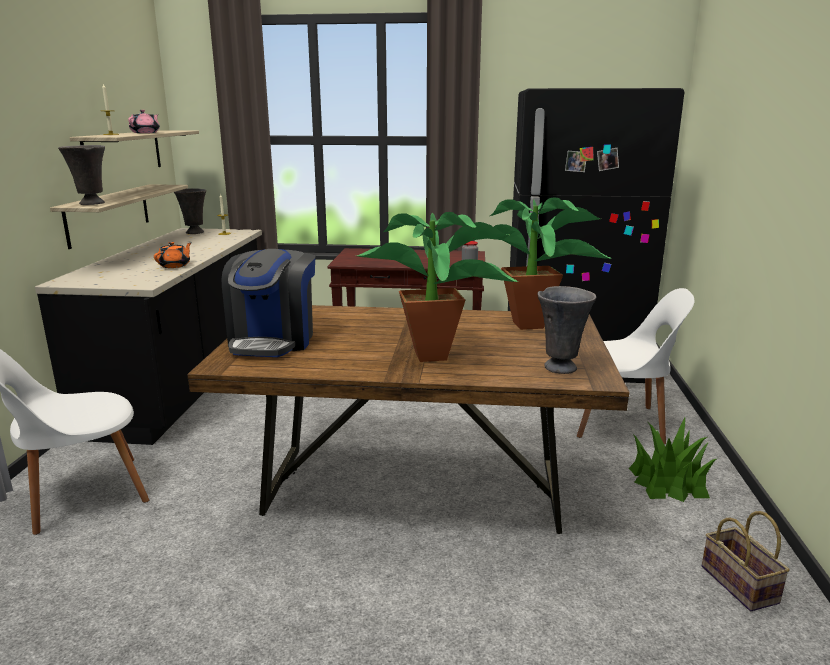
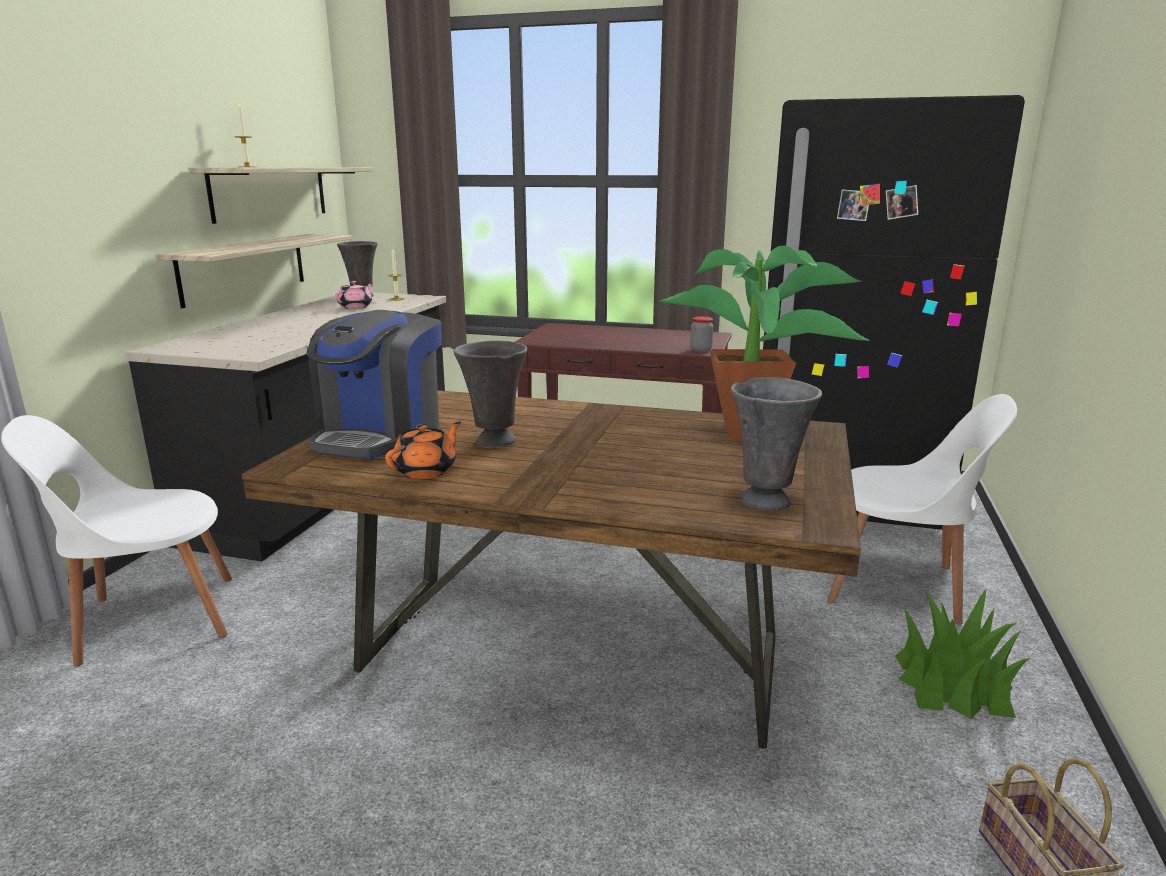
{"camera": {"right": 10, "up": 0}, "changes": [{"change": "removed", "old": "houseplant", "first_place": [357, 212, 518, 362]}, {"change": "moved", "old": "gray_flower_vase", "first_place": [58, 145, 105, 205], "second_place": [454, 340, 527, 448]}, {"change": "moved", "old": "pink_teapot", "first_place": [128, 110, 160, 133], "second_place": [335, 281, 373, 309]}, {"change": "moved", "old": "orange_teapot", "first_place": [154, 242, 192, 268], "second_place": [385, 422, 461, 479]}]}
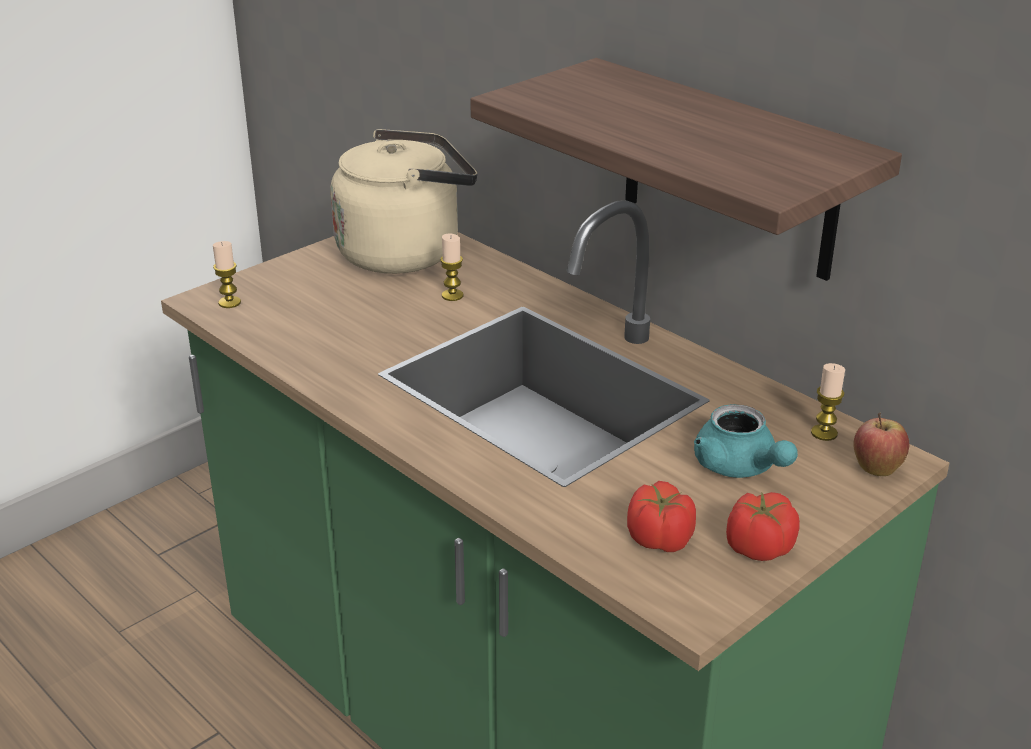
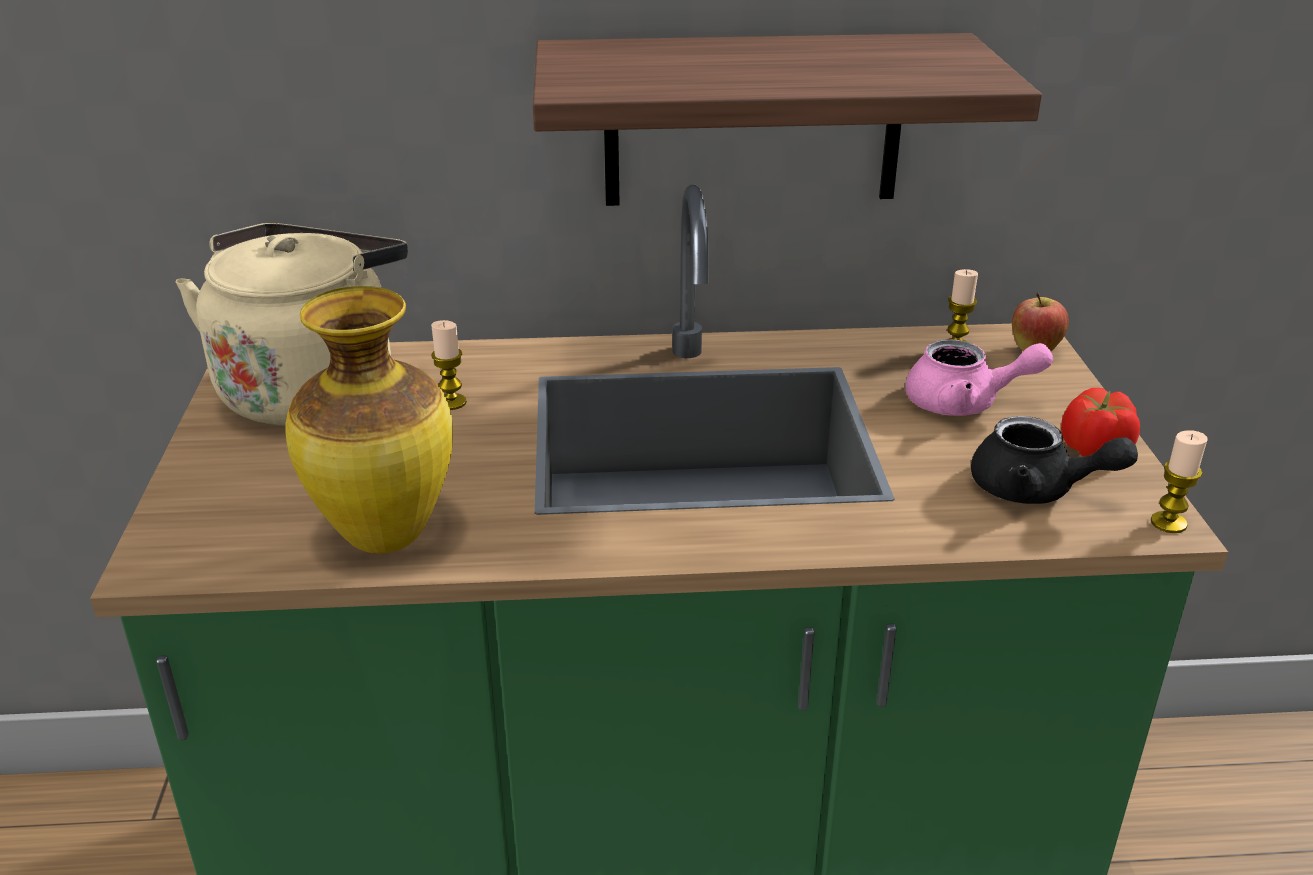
{"camera": {"right": -50, "up": 0}, "changes": [{"change": "added", "new": "flower_vase", "second_place": [285, 286, 453, 554]}, {"change": "moved", "old": "wax_candle", "first_place": [213, 241, 241, 308], "second_place": [1151, 430, 1208, 533]}, {"change": "replaced", "old": "whole_tomato", "new": "blackish_teapot", "first_place": [627, 481, 696, 552], "second_place": [971, 416, 1138, 504]}, {"change": "recoloured", "old": "turquoise_teapot", "new": "pink_teapot", "first_place": [694, 404, 798, 478], "second_place": [905, 339, 1053, 416]}]}
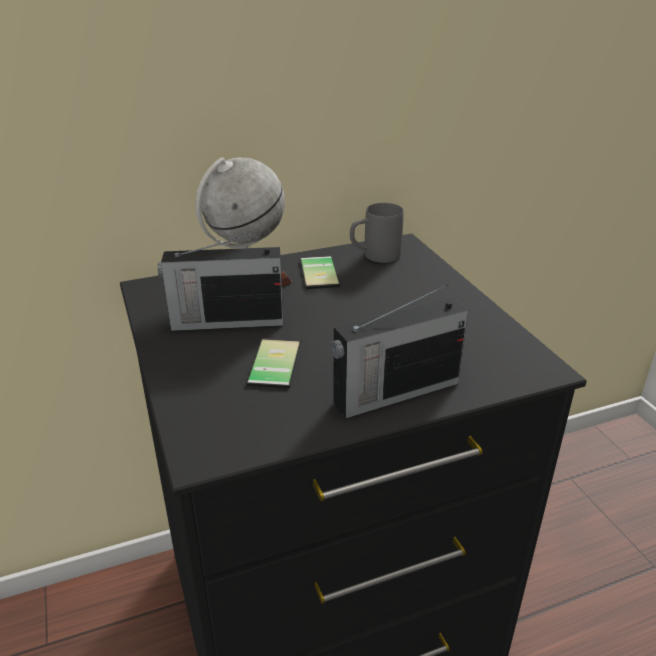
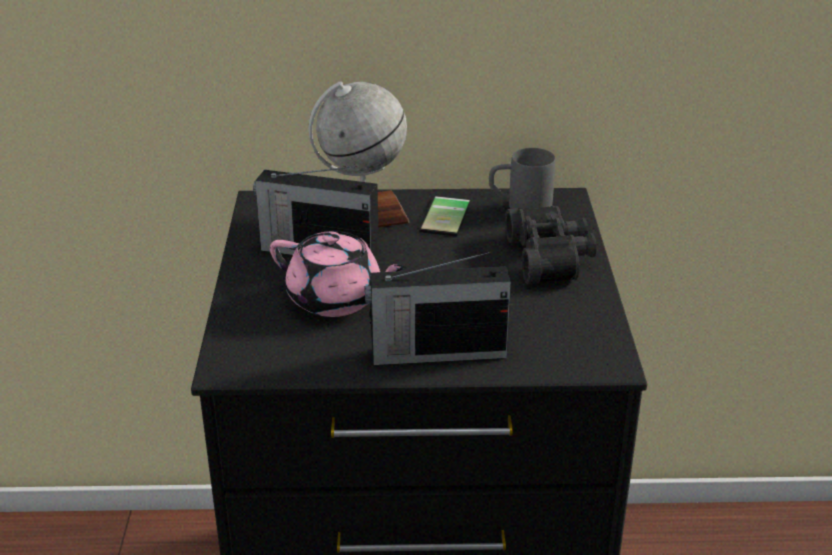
{"camera": {"right": 20, "up": 0}, "changes": [{"change": "added", "new": "blackish_binoculars", "second_place": [505, 206, 596, 284]}, {"change": "replaced", "old": "telephone", "new": "pink_teapot", "first_place": [246, 338, 301, 389], "second_place": [270, 231, 407, 317]}]}
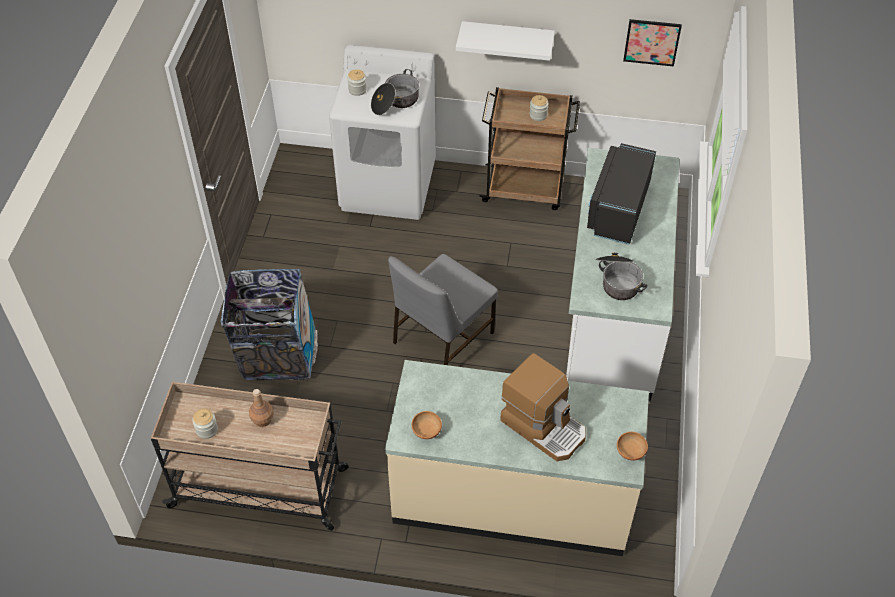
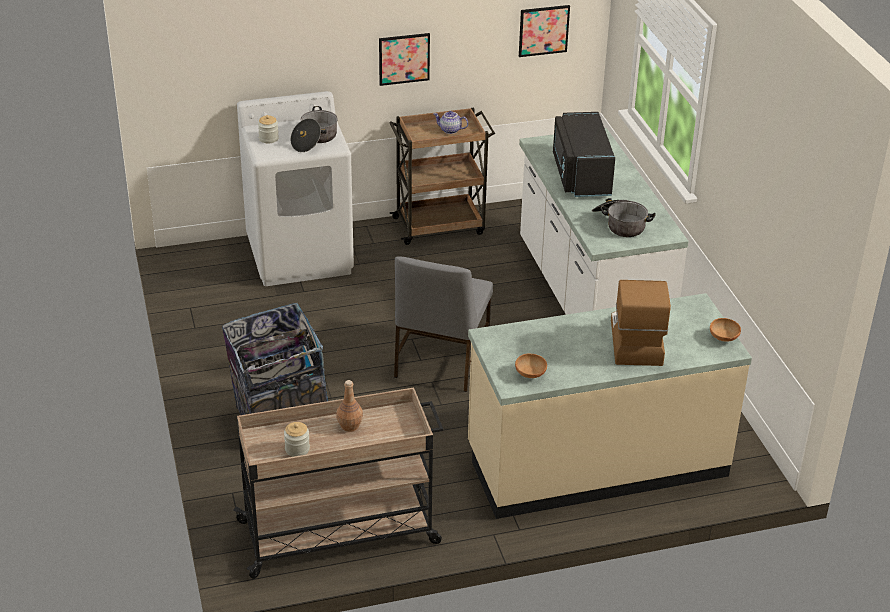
{"camera": {"right": -25, "up": -15}, "changes": [{"change": "replaced", "old": "whitish_shelf", "new": "picture", "first_place": [456, 21, 555, 61], "second_place": [379, 33, 430, 86]}, {"change": "replaced", "old": "preserve_jar", "new": "teapot", "first_place": [530, 95, 549, 121], "second_place": [433, 111, 468, 134]}, {"change": "turned", "old": "coffee_brewer", "first_place": [500, 353, 586, 461], "second_place": [611, 280, 671, 366], "degrees": -105}]}
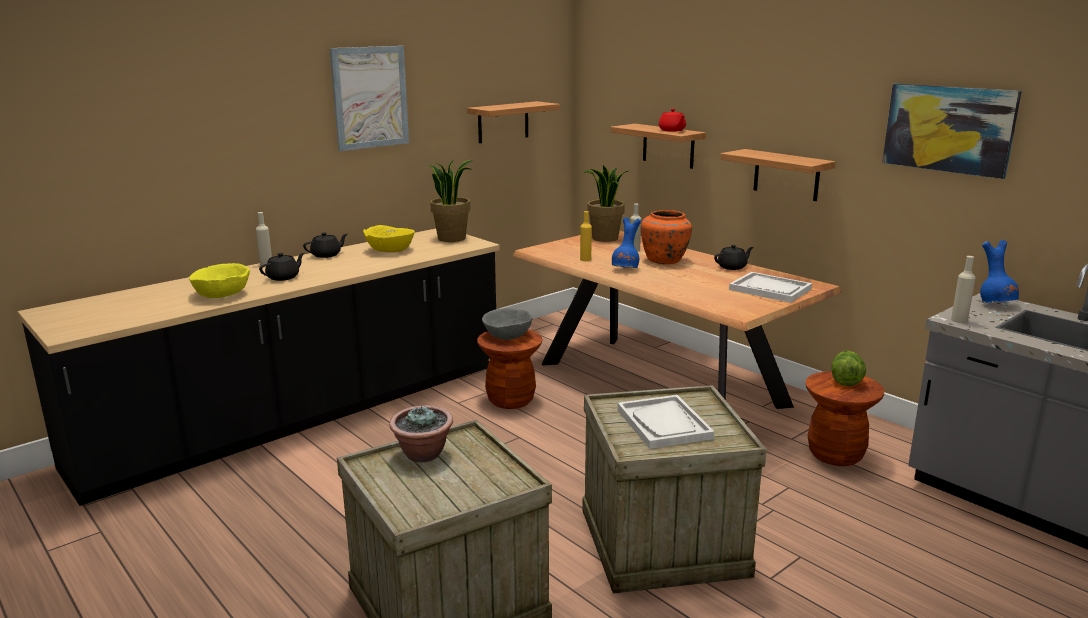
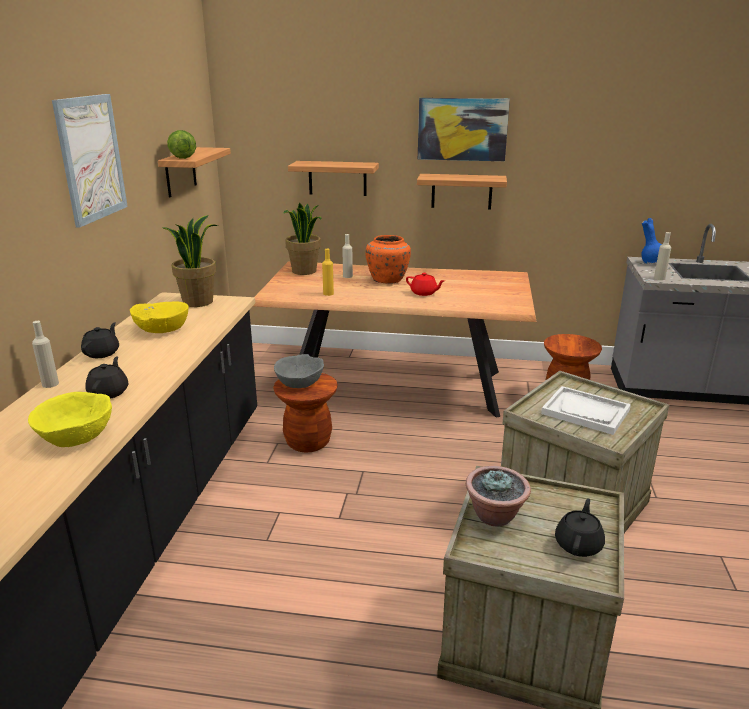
{"camera": {"right": -40, "up": 5}, "changes": [{"change": "removed", "old": "blue_flower_vase", "first_place": [612, 217, 641, 268]}, {"change": "removed", "old": "whitish_tray", "first_place": [729, 272, 812, 303]}, {"change": "moved", "old": "reddish_teapot", "first_place": [658, 109, 686, 132], "second_place": [406, 273, 445, 296]}, {"change": "moved", "old": "blackish_teapot", "first_place": [714, 245, 753, 270], "second_place": [555, 498, 605, 557]}, {"change": "moved", "old": "lettuce_head", "first_place": [831, 351, 866, 386], "second_place": [167, 130, 196, 159]}, {"change": "moved", "old": "picture", "first_place": [882, 83, 1022, 179], "second_place": [418, 98, 510, 161]}]}
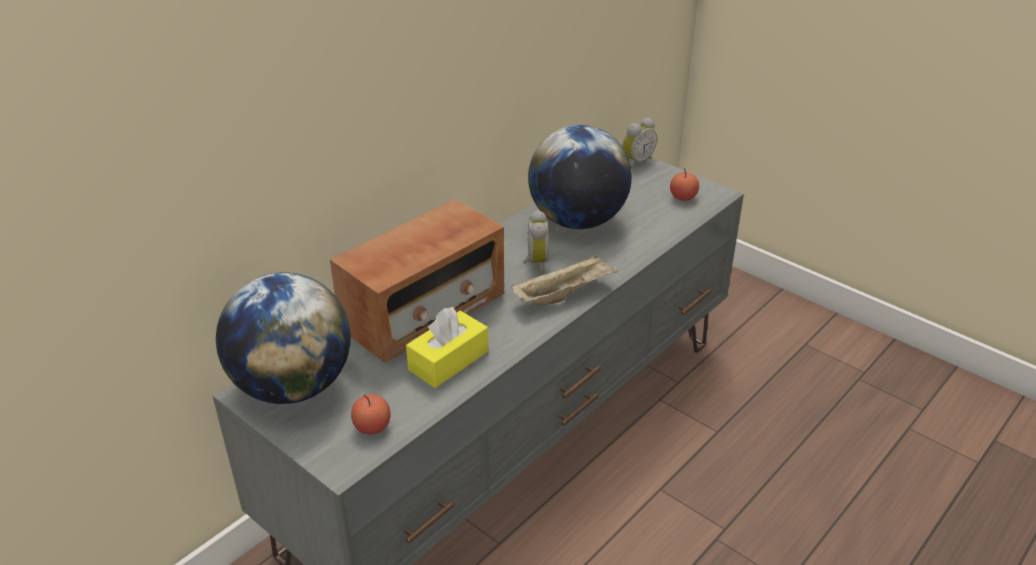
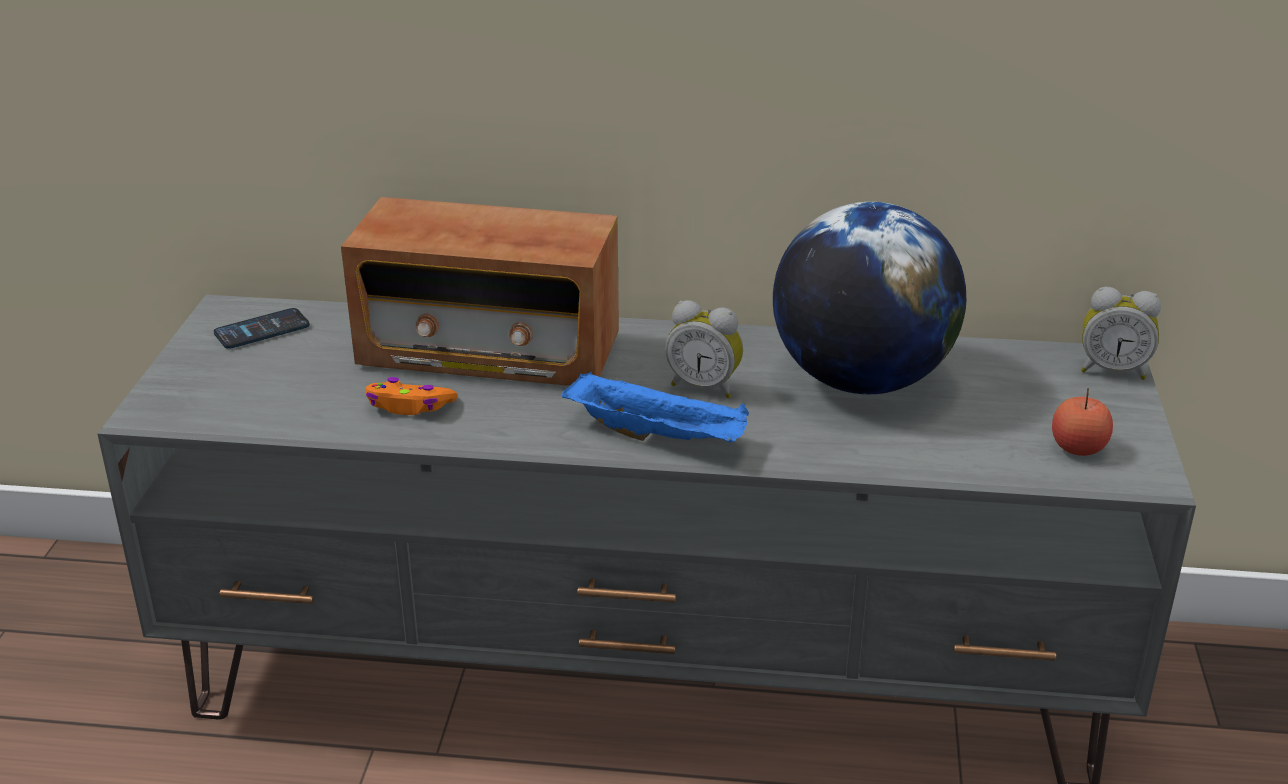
{"camera": {"right": 55, "up": -5}, "changes": [{"change": "removed", "old": "apple_fruit", "first_place": [351, 394, 390, 435]}, {"change": "replaced", "old": "globe", "new": "telephone", "first_place": [216, 272, 351, 404], "second_place": [214, 308, 310, 349]}, {"change": "replaced", "old": "yellowish_box_of_tissues", "new": "orange_joypad", "first_place": [406, 307, 488, 388], "second_place": [366, 377, 458, 415]}, {"change": "recoloured", "old": "beige_tray", "new": "blue_tray", "first_place": [512, 254, 617, 305], "second_place": [562, 371, 749, 442]}, {"change": "turned", "old": "table_clock", "first_place": [523, 210, 549, 273], "second_place": [665, 300, 743, 398], "degrees": 60}]}
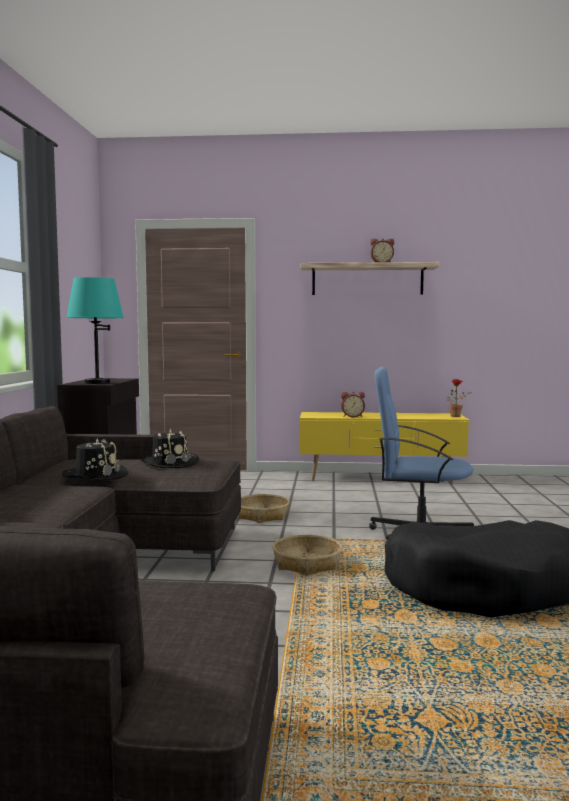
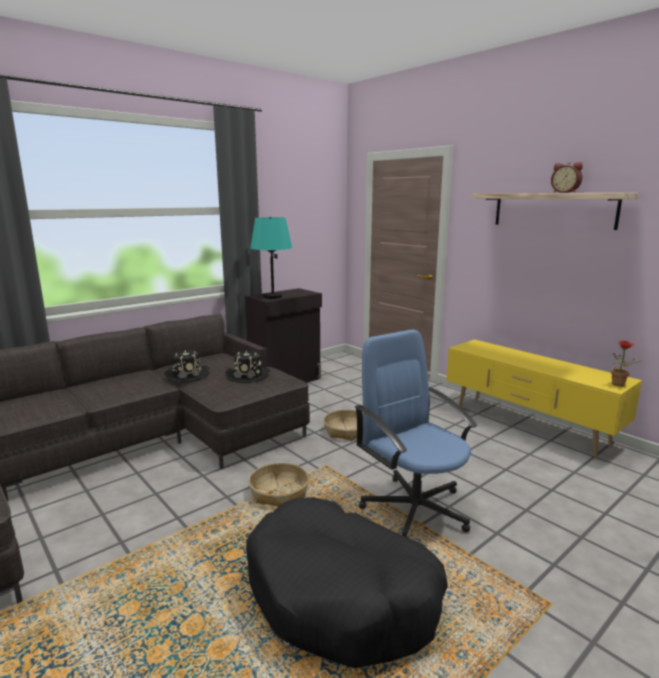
{"camera": {"right": 45, "up": 10}, "changes": [{"change": "removed", "old": "table_clock", "first_place": [341, 392, 365, 417]}]}
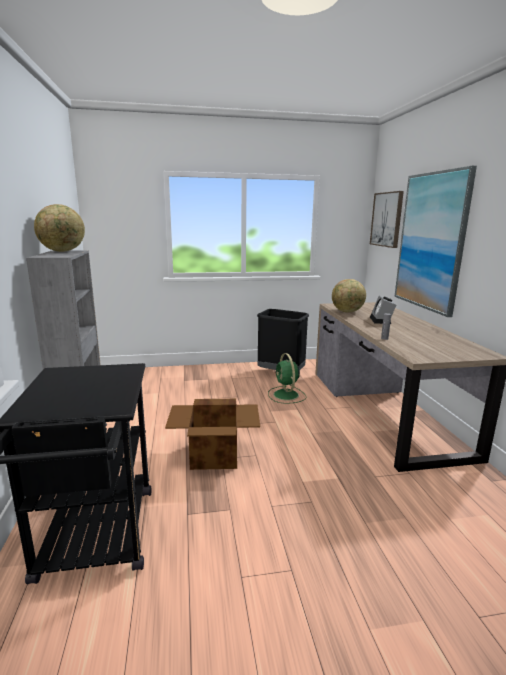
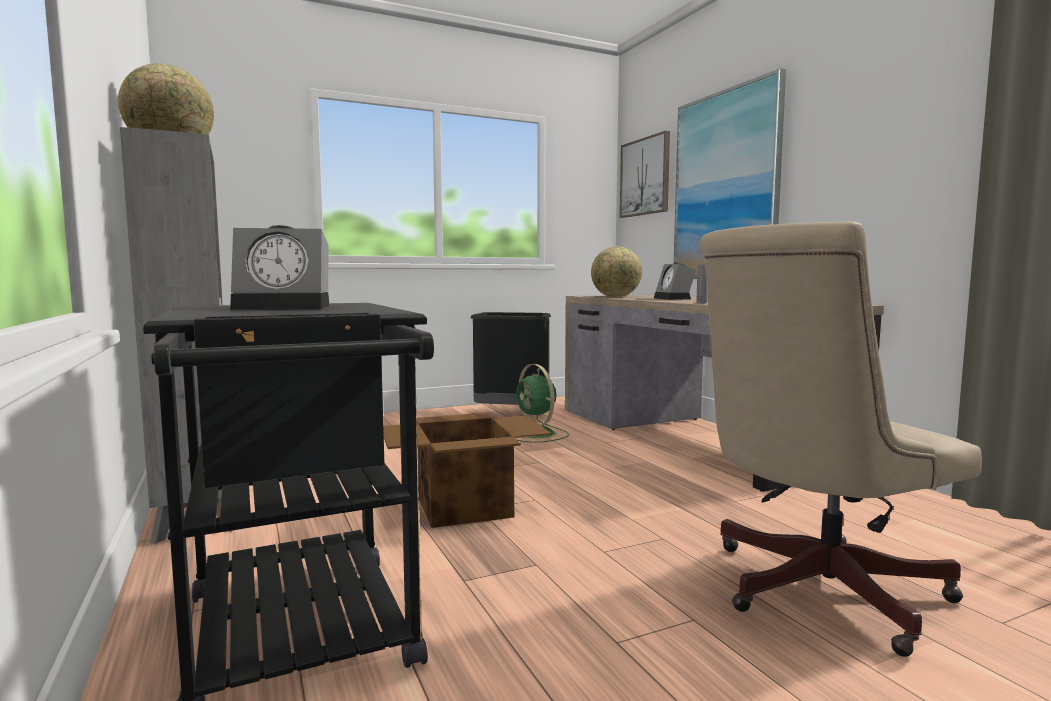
{"camera": {"right": -15, "up": -10}, "changes": [{"change": "added", "new": "table_clock", "second_place": [230, 225, 329, 310]}, {"change": "added", "new": "beige_computer_chair", "second_place": [699, 221, 982, 657]}]}
